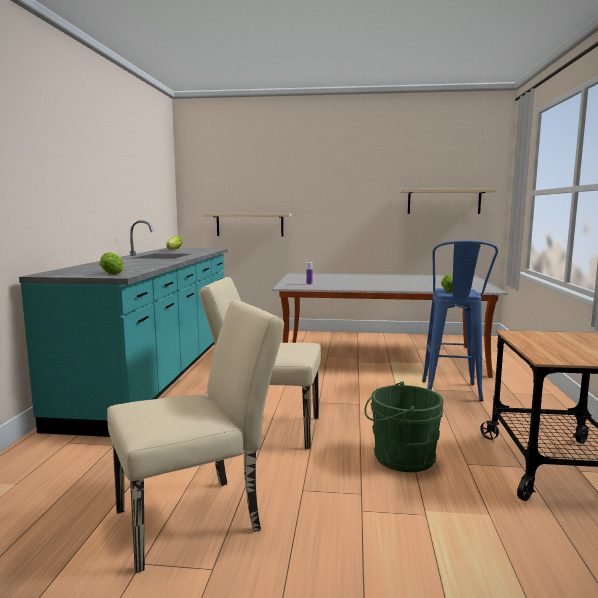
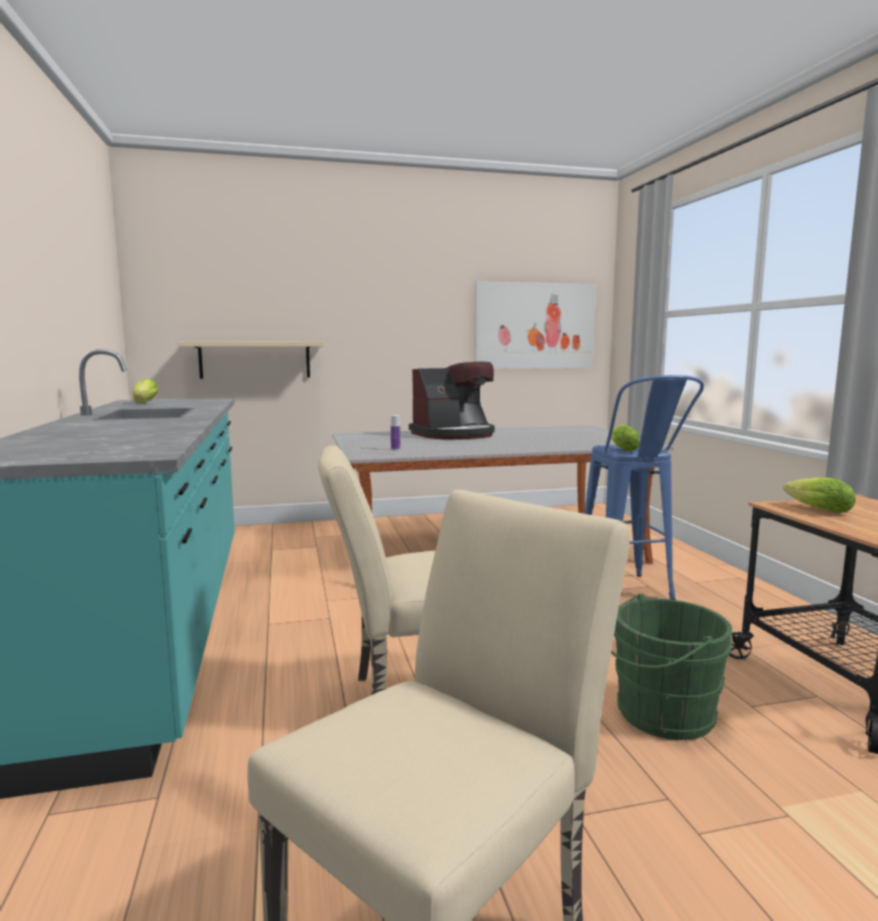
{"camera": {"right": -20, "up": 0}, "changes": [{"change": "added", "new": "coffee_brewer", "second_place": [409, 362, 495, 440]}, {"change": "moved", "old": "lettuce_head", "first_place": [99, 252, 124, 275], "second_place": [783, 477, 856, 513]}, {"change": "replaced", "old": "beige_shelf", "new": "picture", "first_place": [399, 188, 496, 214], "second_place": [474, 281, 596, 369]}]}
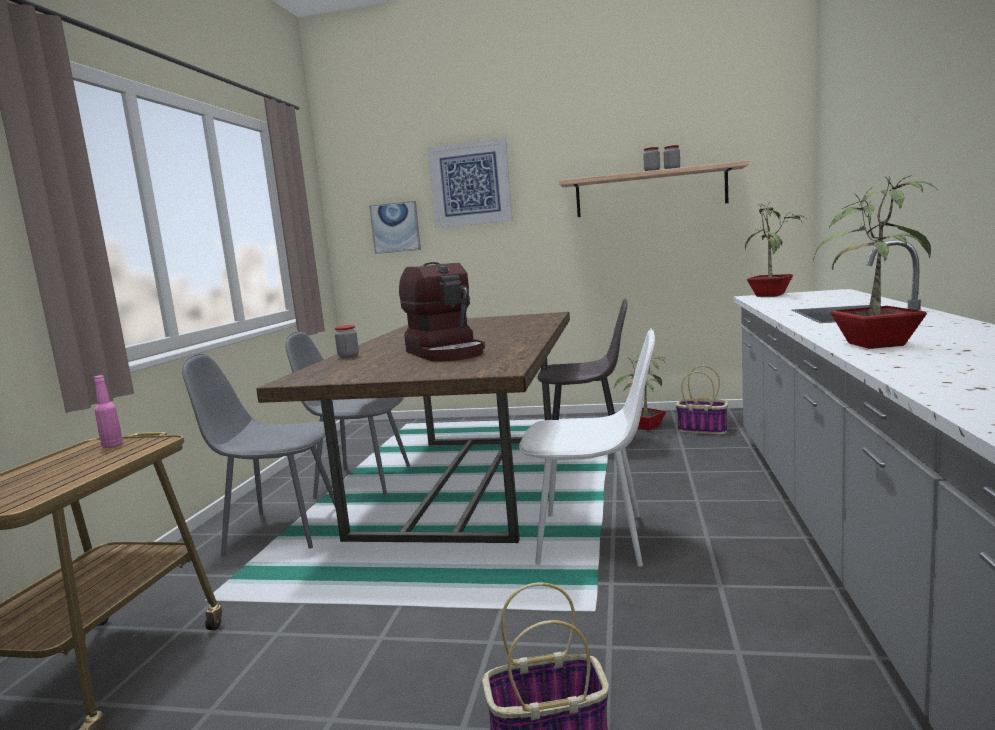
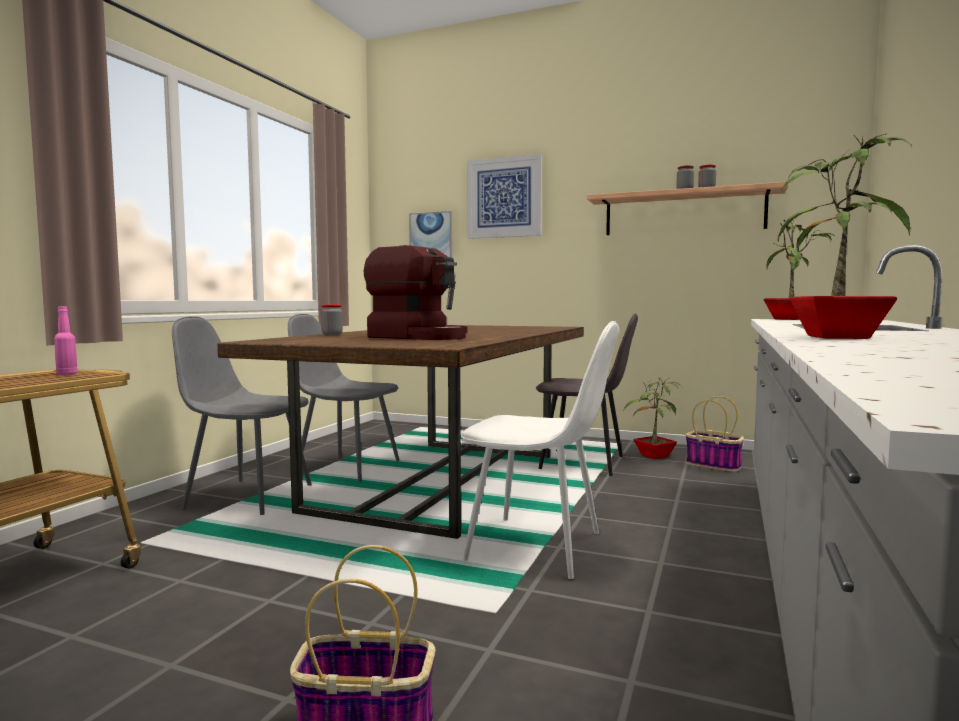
{"camera": {"right": 10, "up": -5}, "changes": [{"change": "turned", "old": "coffee_brewer", "first_place": [399, 262, 485, 362], "second_place": [364, 245, 468, 340], "degrees": -45}]}
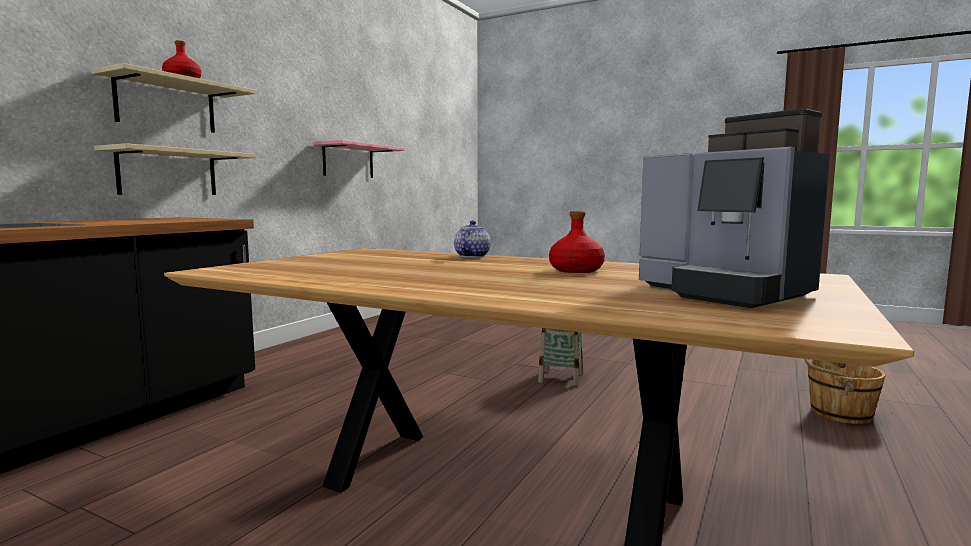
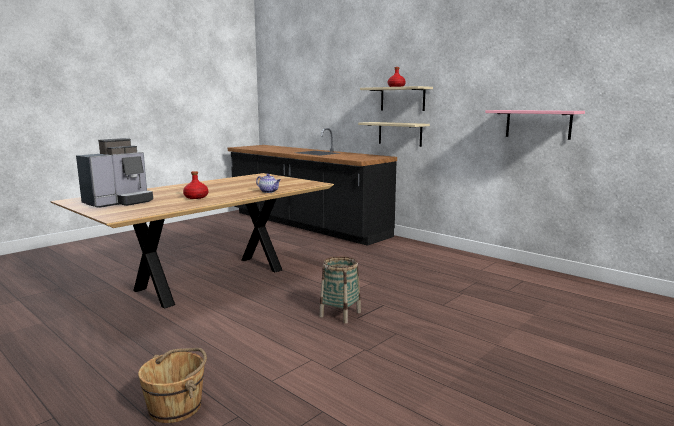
{"camera": {"right": 105, "up": 5}, "changes": [{"change": "turned", "old": "coffee_brewer", "first_place": [639, 109, 830, 308], "second_place": [76, 138, 153, 208], "degrees": 150}]}
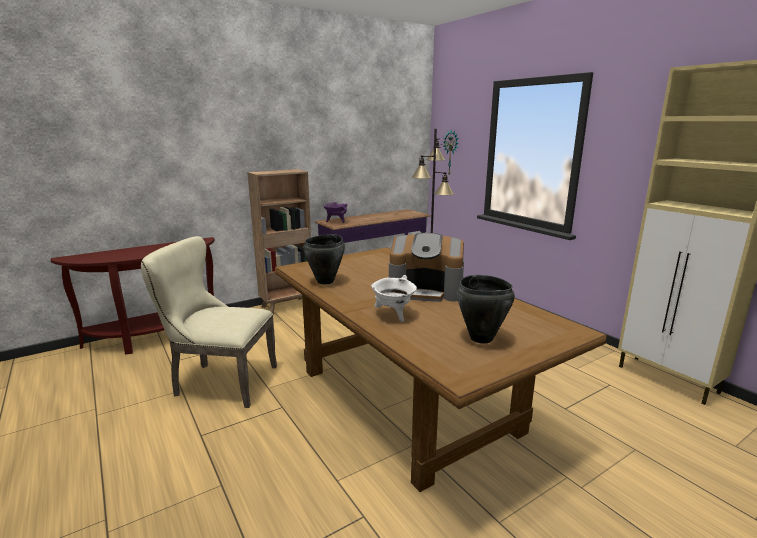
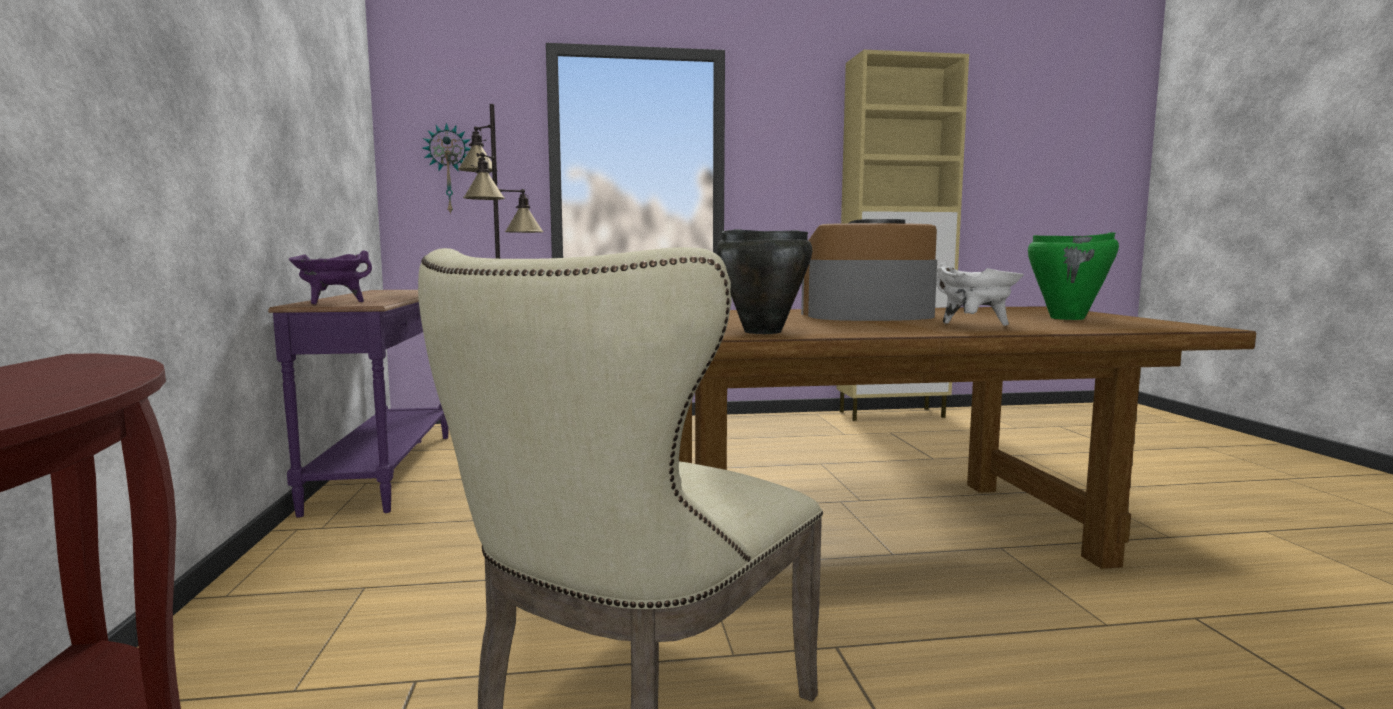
{"camera": {"right": -65, "up": -10}, "changes": [{"change": "removed", "old": "brownish_bookshelf", "first_place": [247, 169, 311, 314]}, {"change": "recoloured", "old": "blackish_stockpot", "new": "green_stockpot", "first_place": [457, 275, 515, 343], "second_place": [1028, 232, 1119, 320]}, {"change": "turned", "old": "coffee_brewer", "first_place": [389, 233, 464, 302], "second_place": [801, 219, 937, 321], "degrees": -135}]}
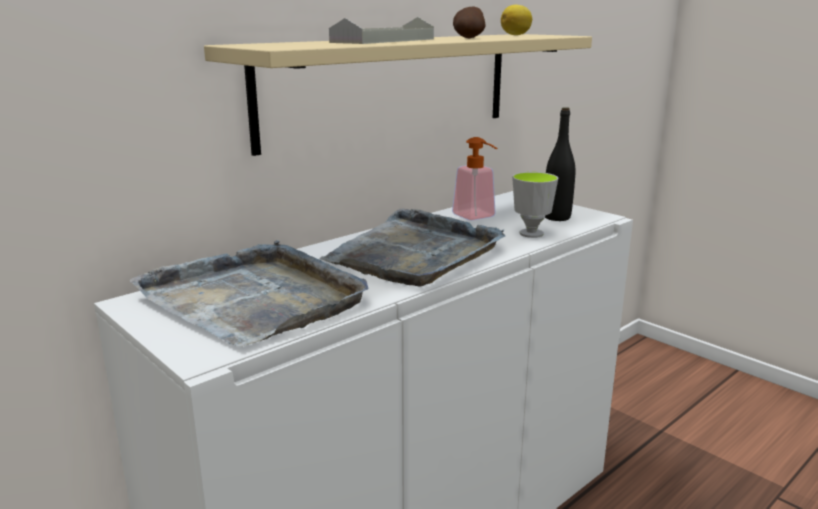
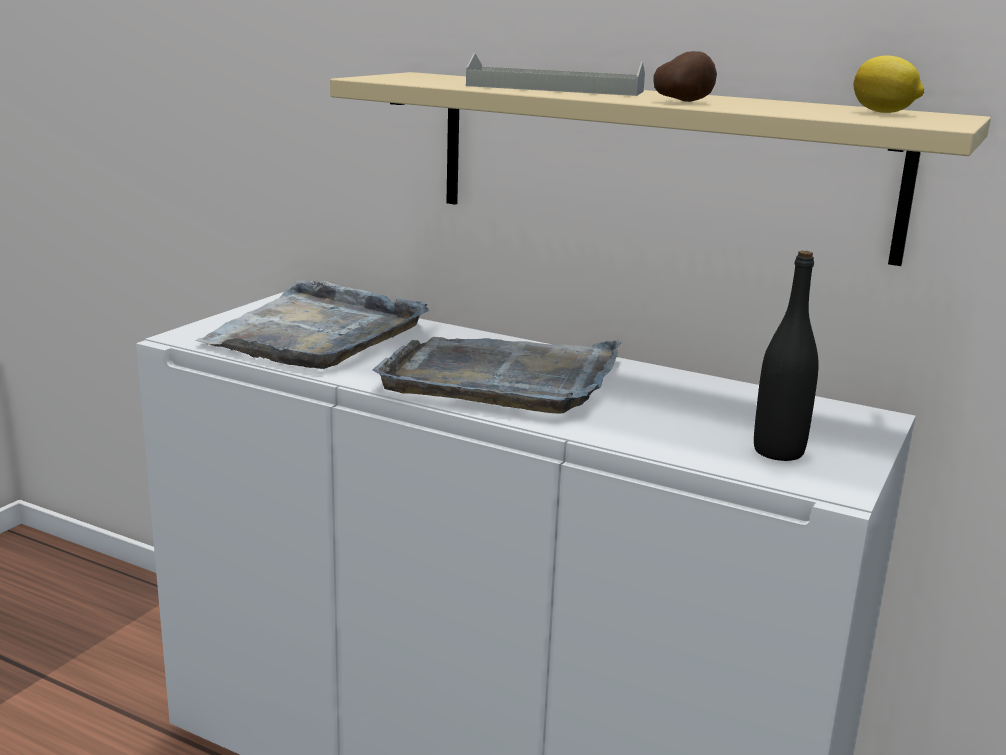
{"camera": {"right": 70, "up": 0}, "changes": [{"change": "removed", "old": "soap_bottle", "first_place": [452, 137, 497, 221]}, {"change": "removed", "old": "small_cup", "first_place": [512, 172, 558, 238]}]}
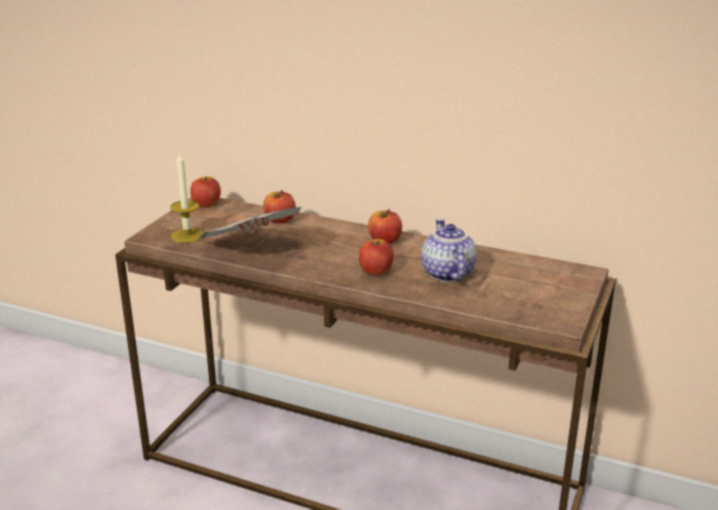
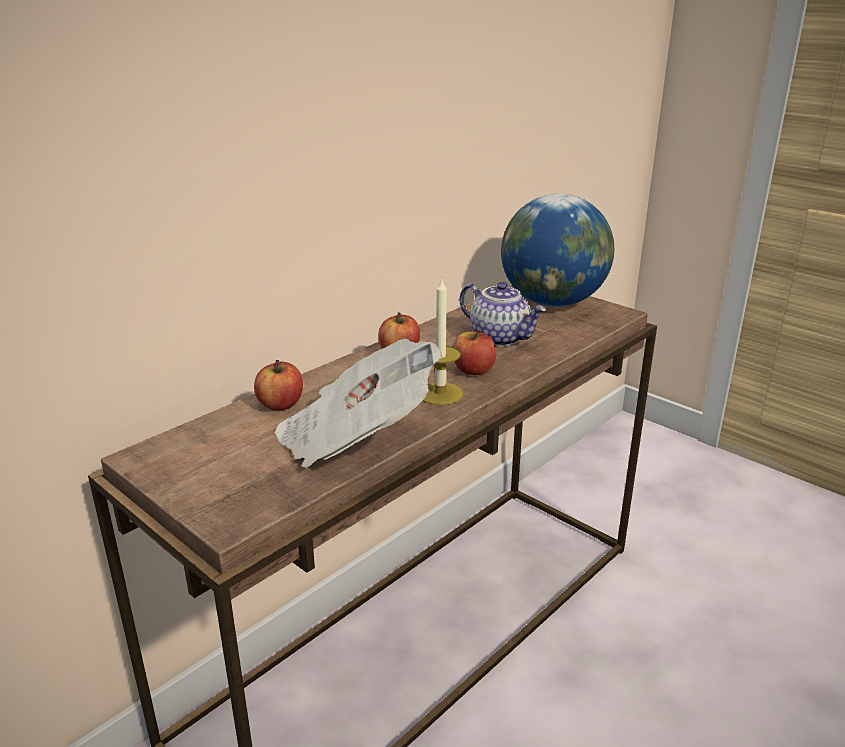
{"camera": {"right": -70, "up": 0}, "changes": [{"change": "removed", "old": "apple_fruit", "first_place": [190, 177, 221, 207]}, {"change": "added", "new": "globe", "second_place": [501, 194, 614, 307]}, {"change": "moved", "old": "wax_candle", "first_place": [171, 151, 204, 243], "second_place": [423, 278, 463, 405]}, {"change": "turned", "old": "teapot", "first_place": [421, 219, 477, 282], "second_place": [459, 282, 546, 347], "degrees": -150}]}
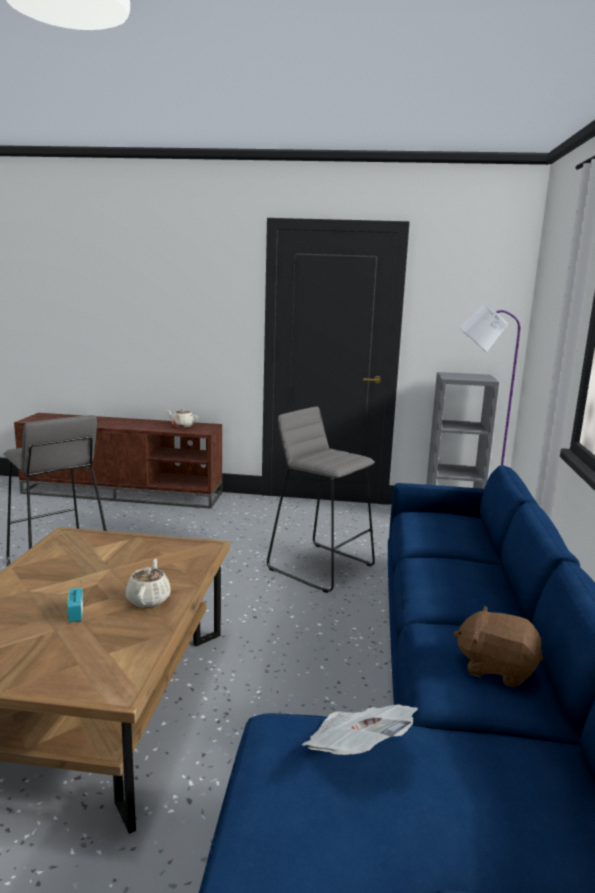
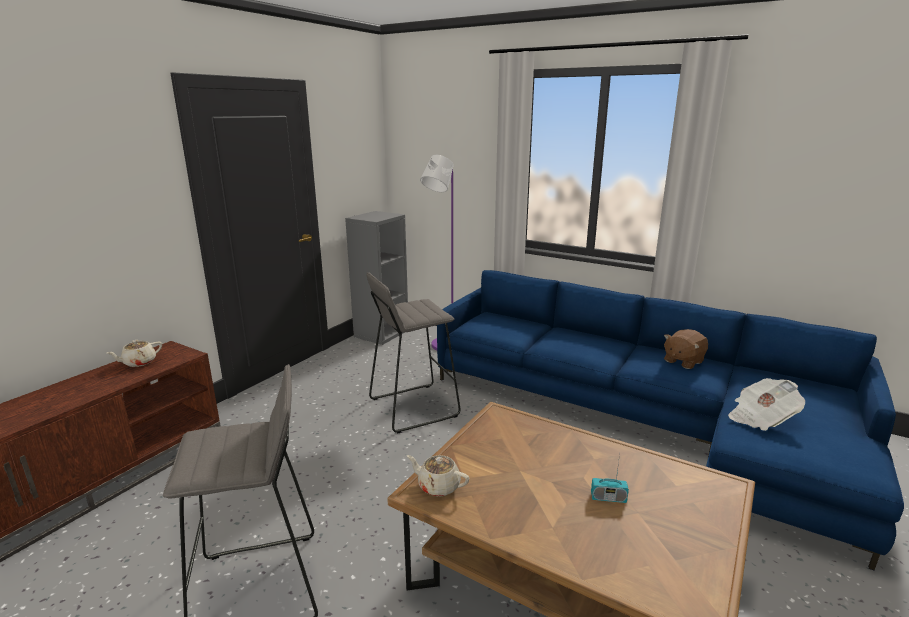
{"camera": {"right": -65, "up": 5}, "changes": [{"change": "moved", "old": "beige_teapot", "first_place": [125, 558, 171, 608], "second_place": [407, 455, 469, 497]}]}
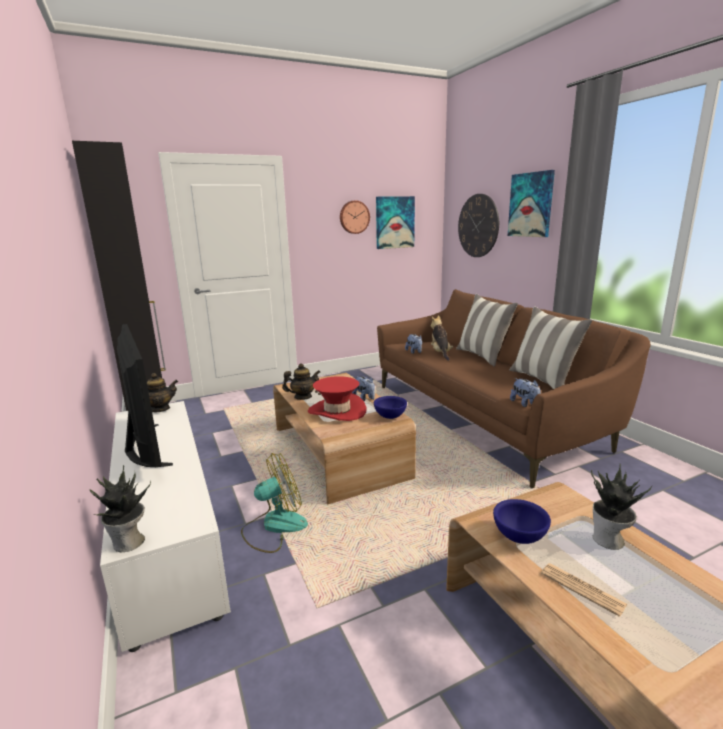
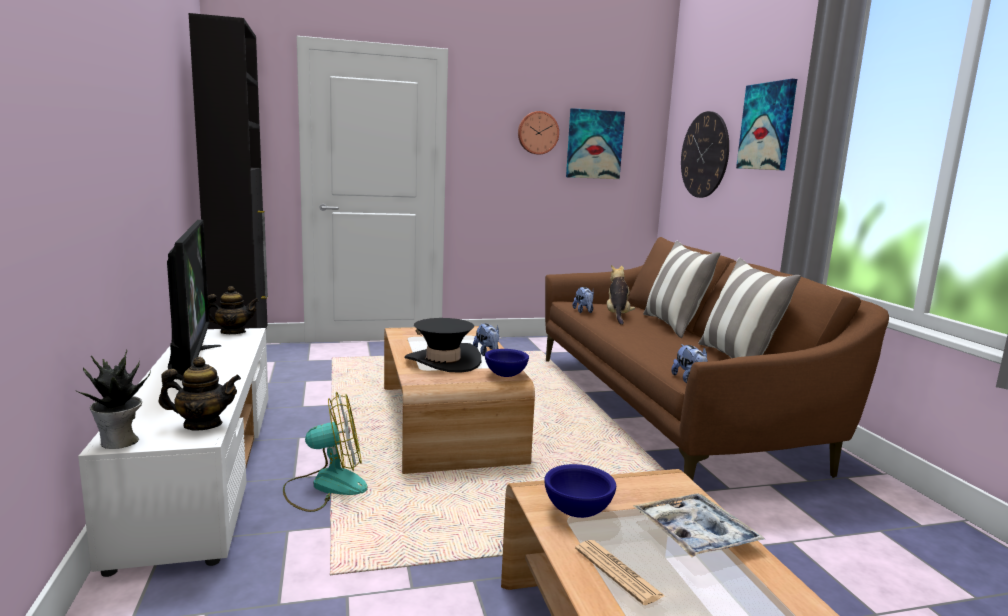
{"camera": {"right": 10, "up": -5}, "changes": [{"change": "moved", "old": "teapot", "first_place": [282, 363, 320, 400], "second_place": [158, 357, 241, 431]}, {"change": "replaced", "old": "houseplant", "new": "tray", "first_place": [591, 464, 652, 550], "second_place": [633, 493, 765, 557]}, {"change": "recoloured", "old": "reddish_clothing_hat", "new": "blackish_clothing_hat", "first_place": [308, 376, 367, 421], "second_place": [405, 318, 481, 372]}]}
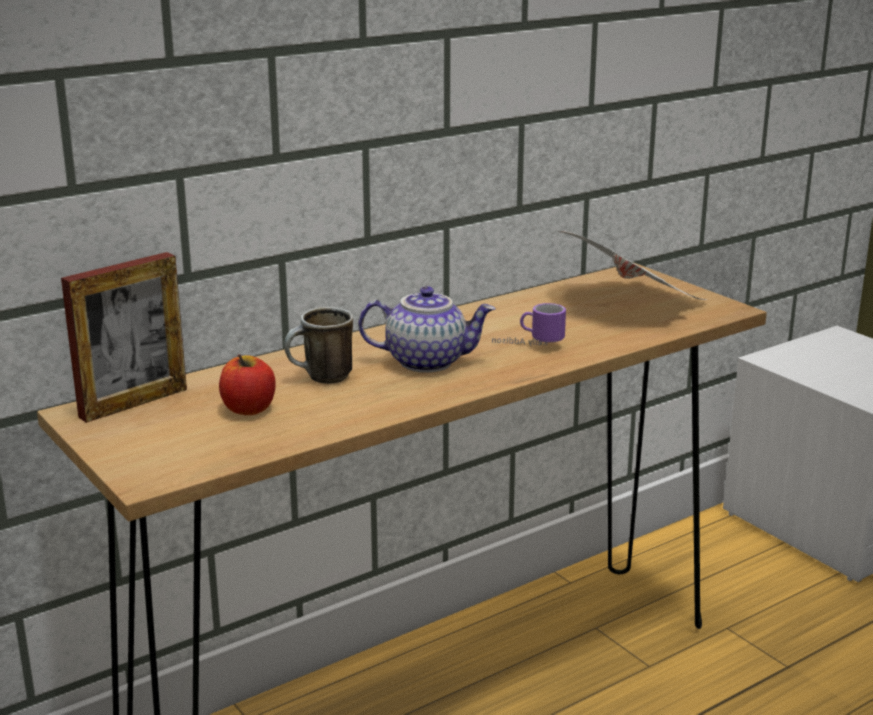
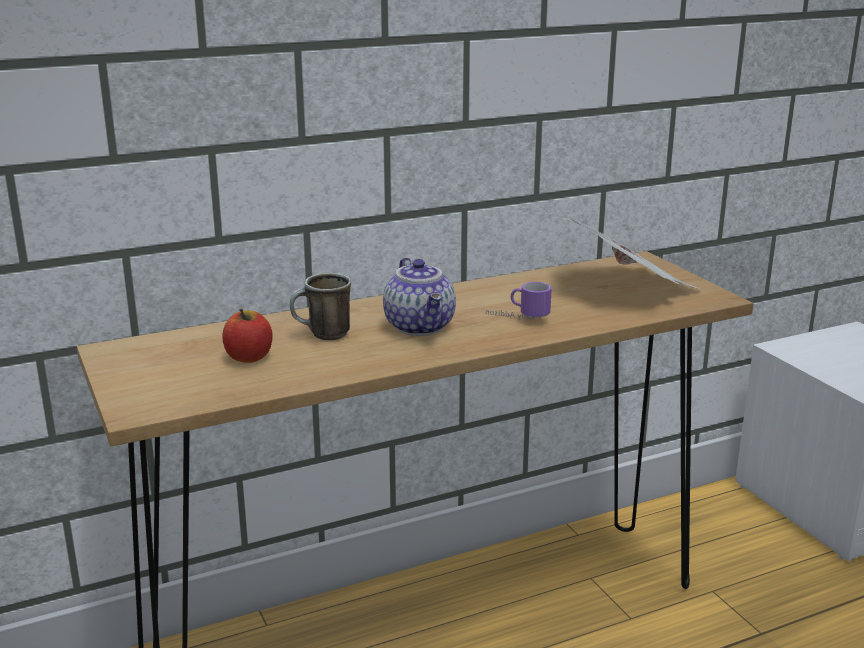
{"camera": {"right": 10, "up": 0}, "changes": [{"change": "removed", "old": "standing_frame", "first_place": [61, 252, 187, 423]}, {"change": "turned", "old": "teapot", "first_place": [358, 286, 496, 373], "second_place": [383, 258, 456, 336], "degrees": 60}]}
